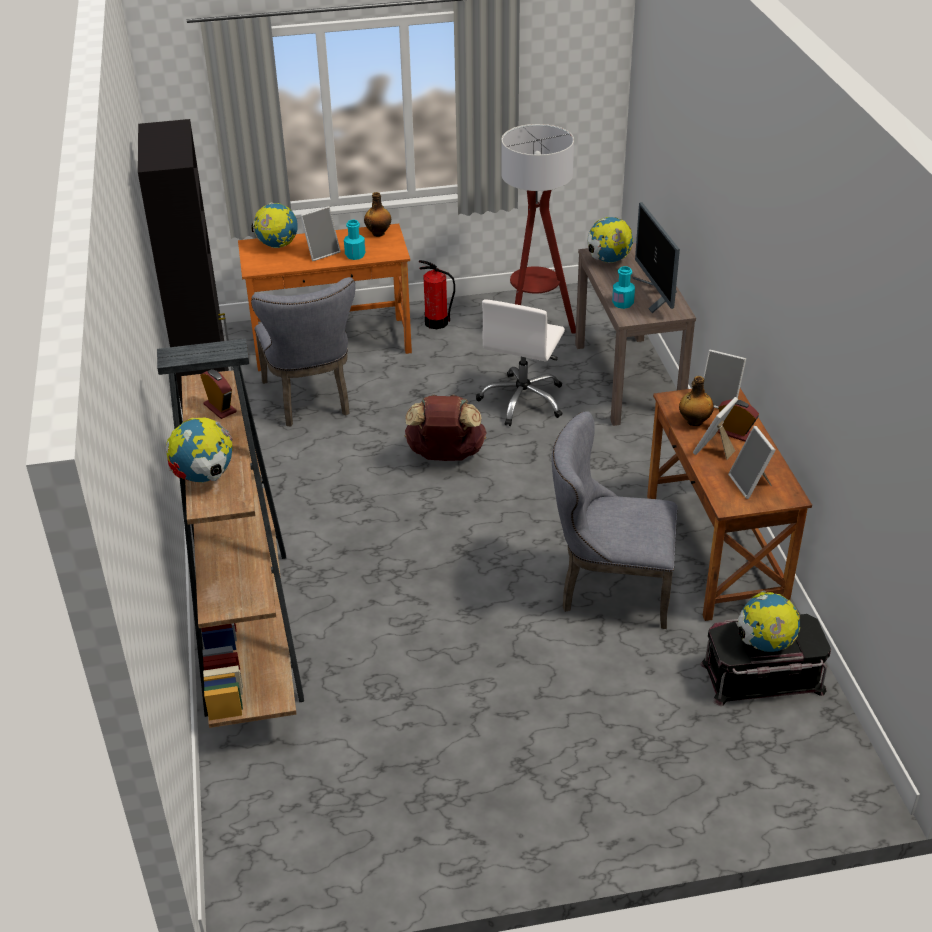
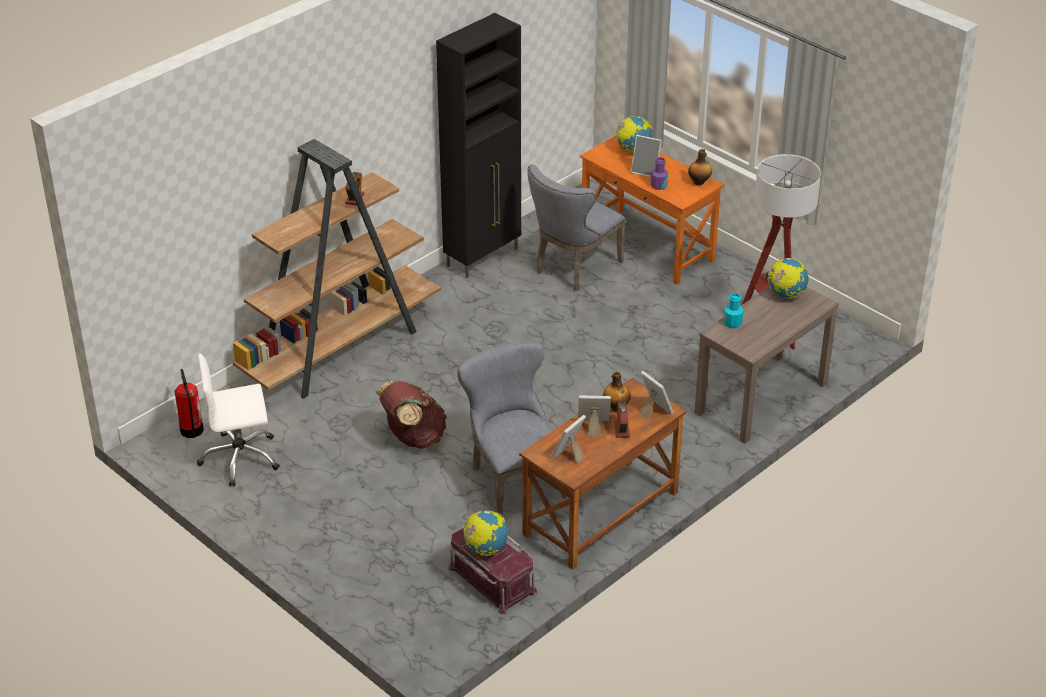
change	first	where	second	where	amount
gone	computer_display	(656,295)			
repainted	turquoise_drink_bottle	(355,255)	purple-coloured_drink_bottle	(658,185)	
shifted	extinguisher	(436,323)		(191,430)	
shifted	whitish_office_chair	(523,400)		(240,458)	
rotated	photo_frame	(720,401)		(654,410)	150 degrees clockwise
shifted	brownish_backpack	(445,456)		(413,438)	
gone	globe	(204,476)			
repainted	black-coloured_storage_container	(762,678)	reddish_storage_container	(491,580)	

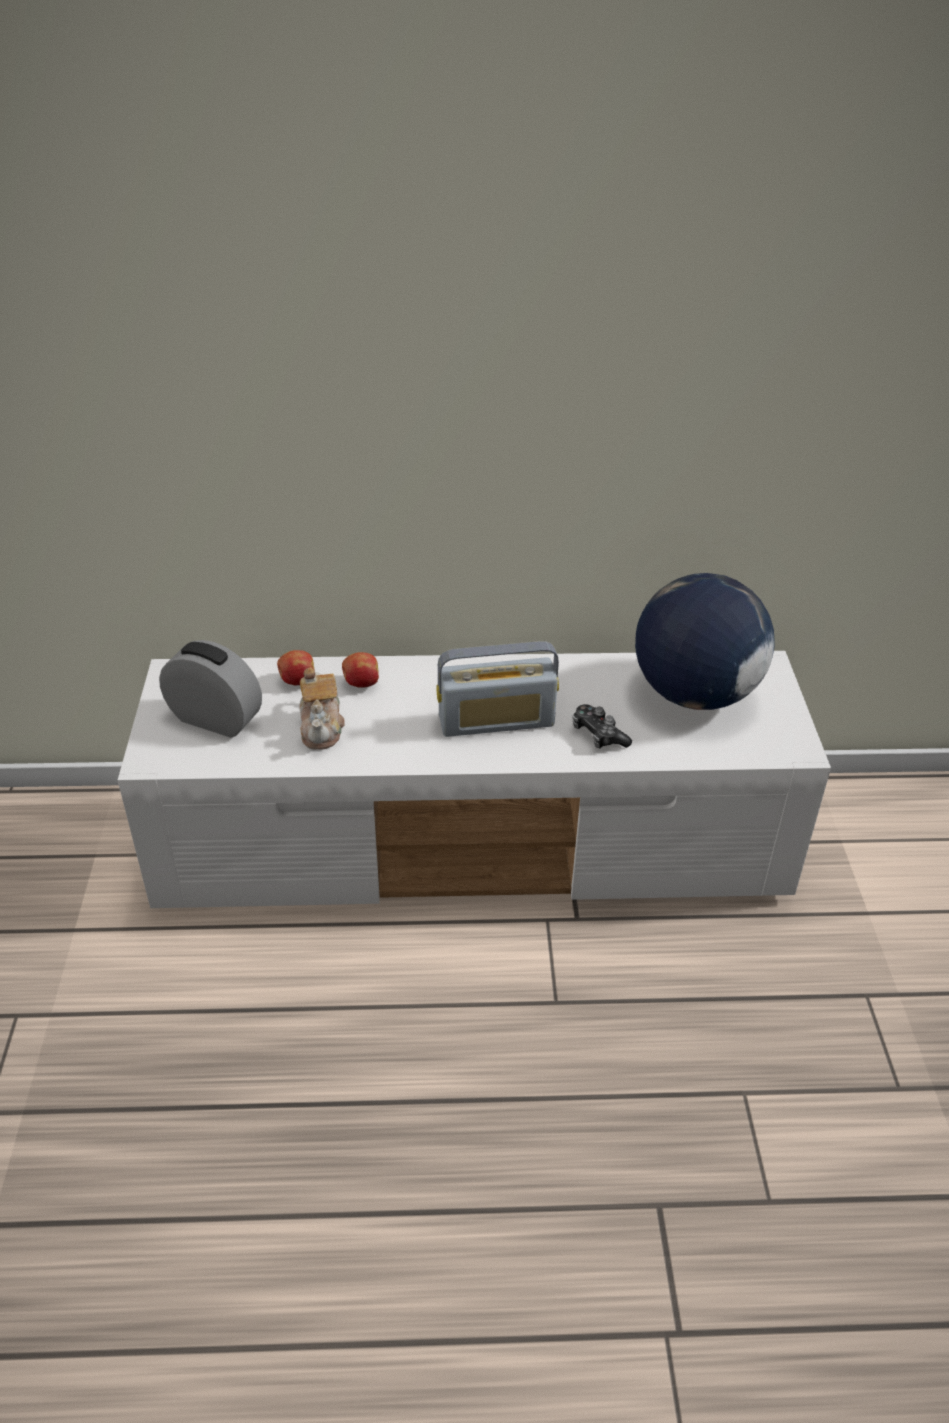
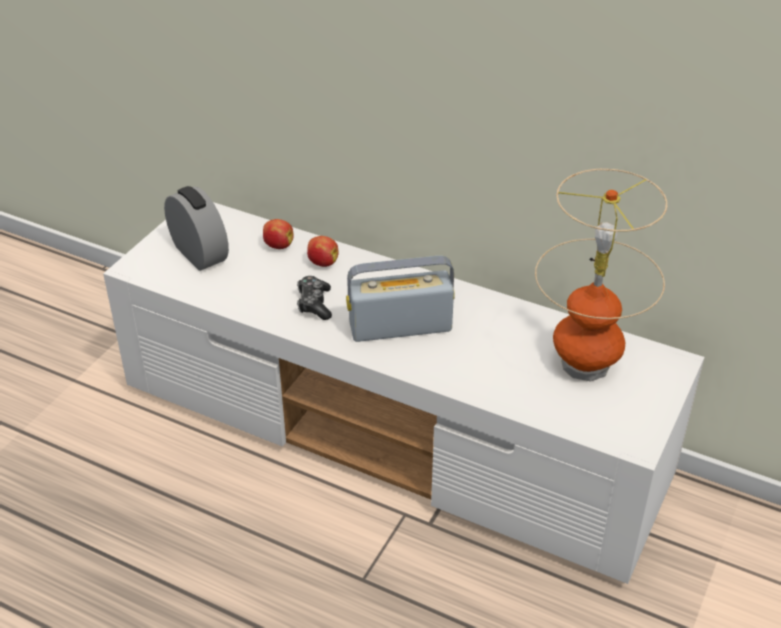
change	first	where	second	where	amount
swapped	globe	(694,694)	table_lamp	(584,364)	
rotated	radio_set	(496,721)		(400,327)	150 degrees clockwise
gone	teapot	(322,727)			
shifted	gamepad	(598,734)		(314,304)	

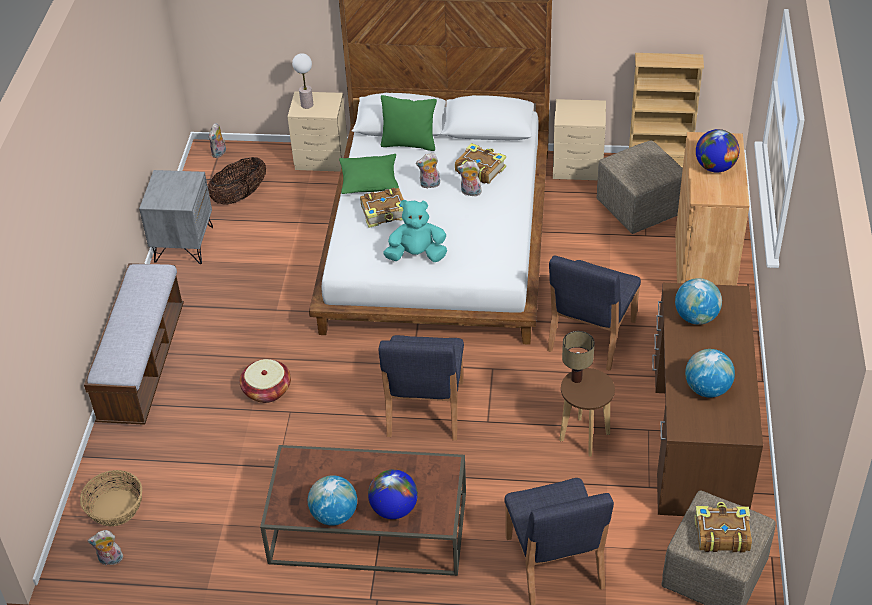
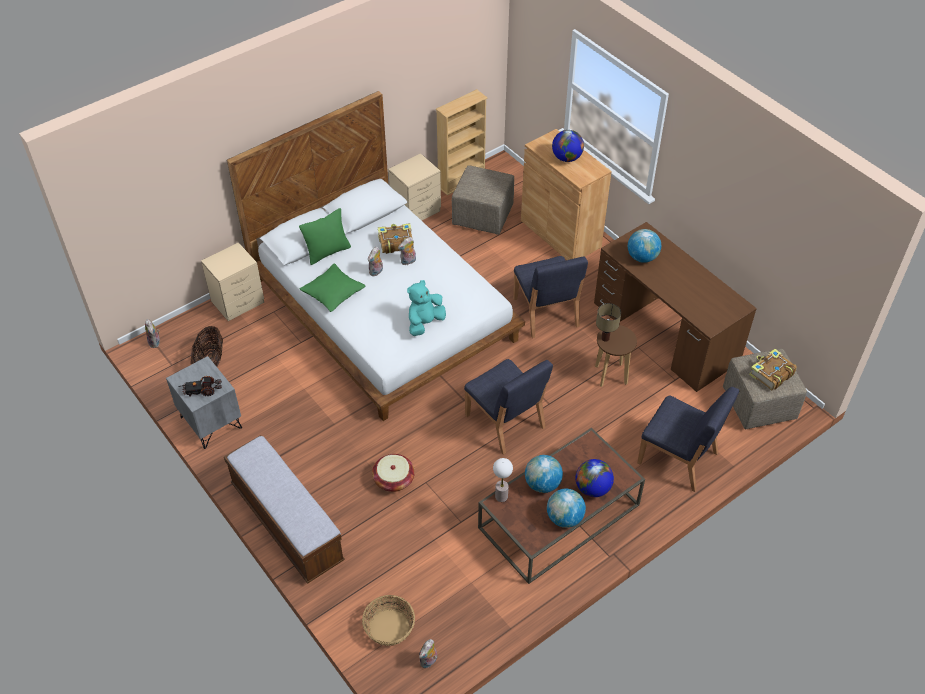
change	first	where	second	where	amount
shifted	table_lamp	(307,104)		(501,496)	
gone	bound_book	(385,213)			
shifted	globe	(707,389)		(542,484)	
new			model_truck	(202,390)	

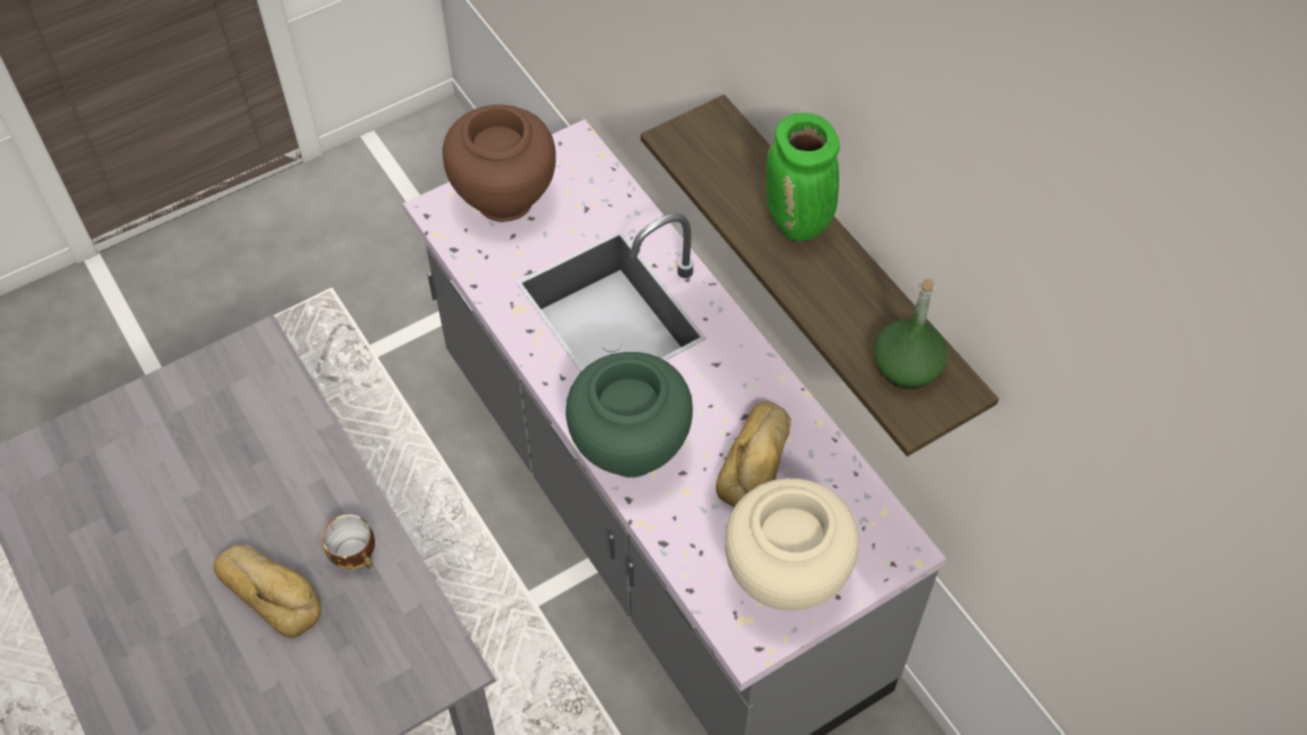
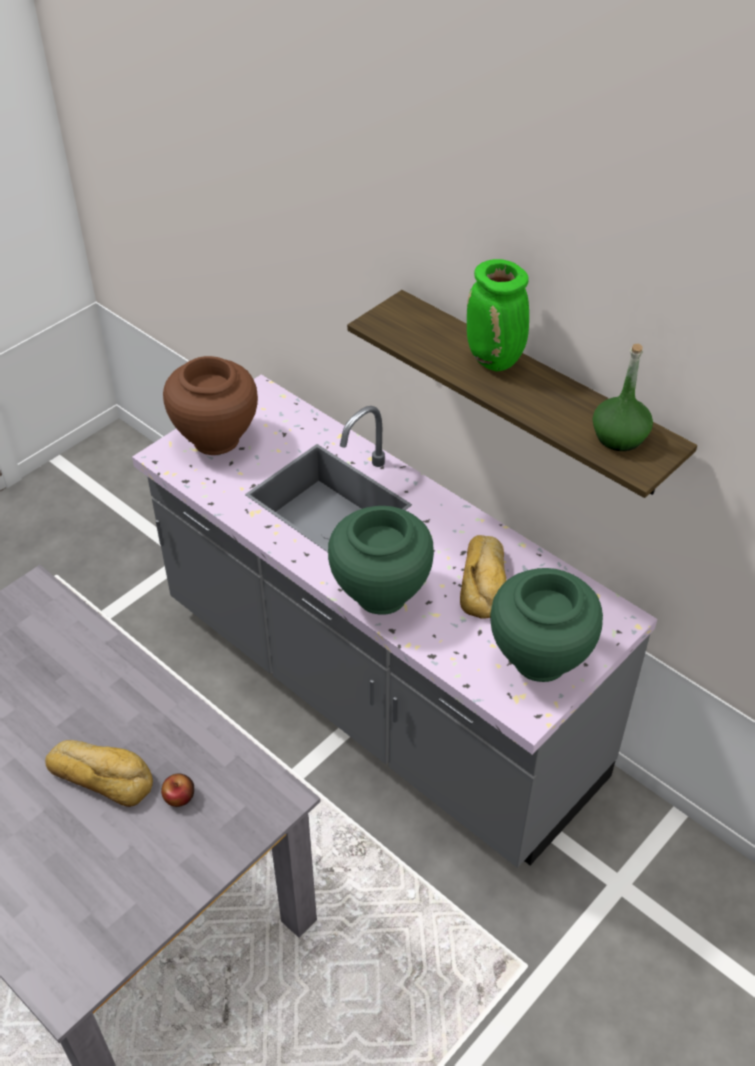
change	first	where	second	where	amount
repainted	sand-coloured_flower_vase	(785,578)	greenish_flower_vase	(539,660)	
gone	small_cup	(356,554)			
new			apple_fruit	(179,797)	

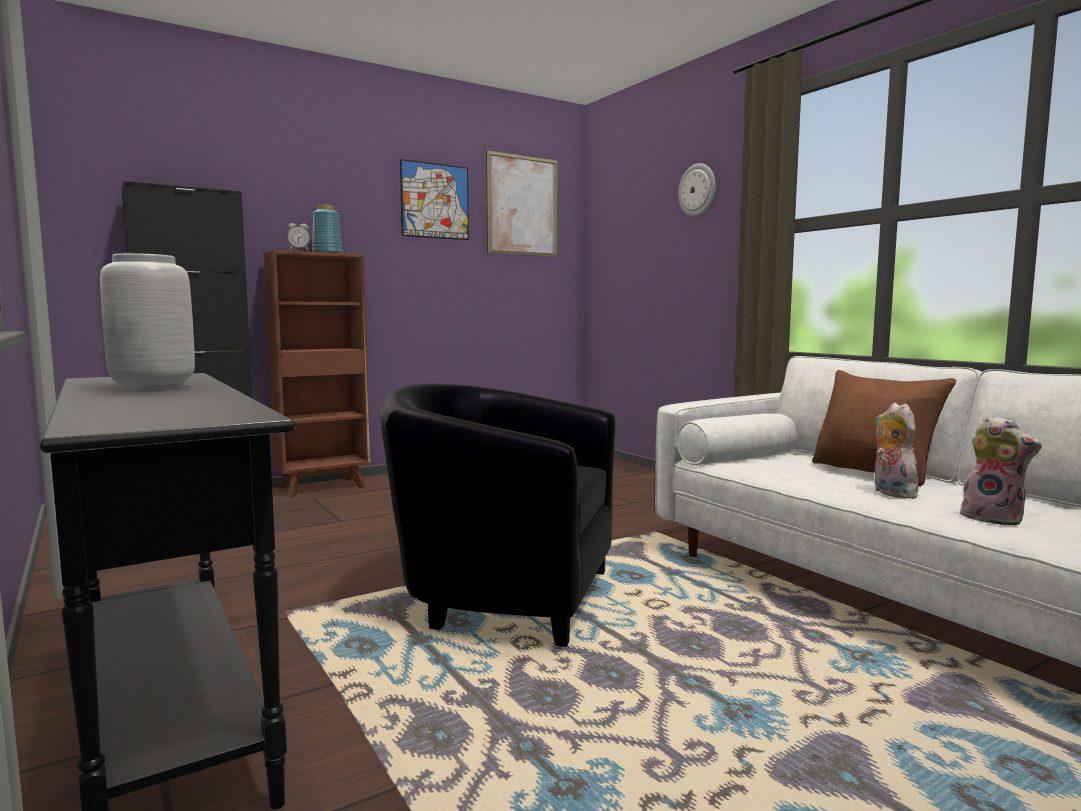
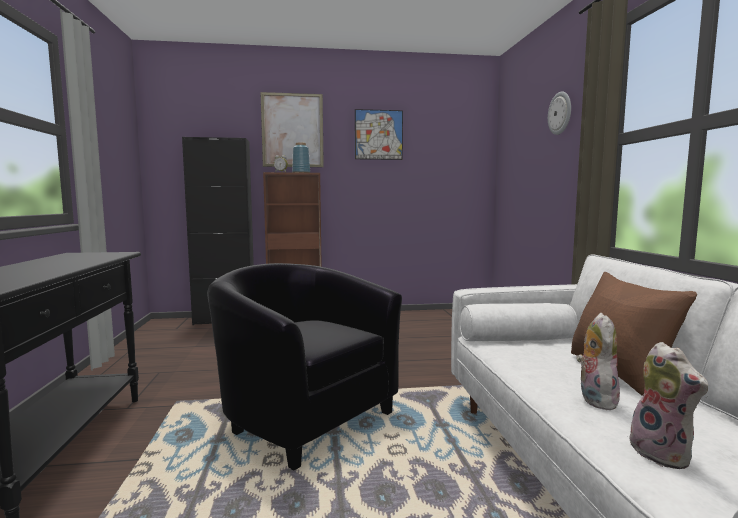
change	first	where	second	where	amount
shifted	wall_picture	(522,205)		(292,130)	
gone	greyish_flower_vase	(151,387)			

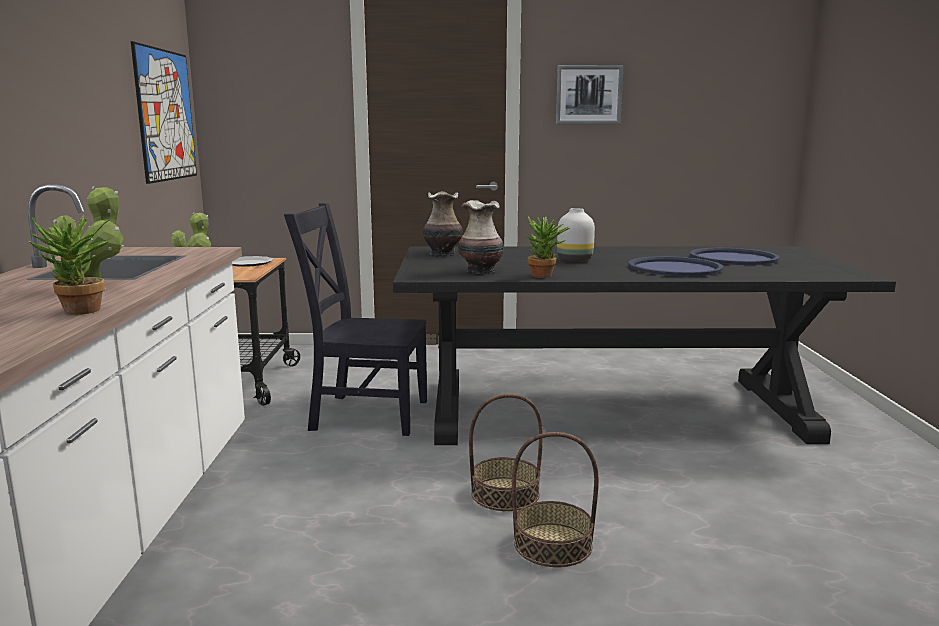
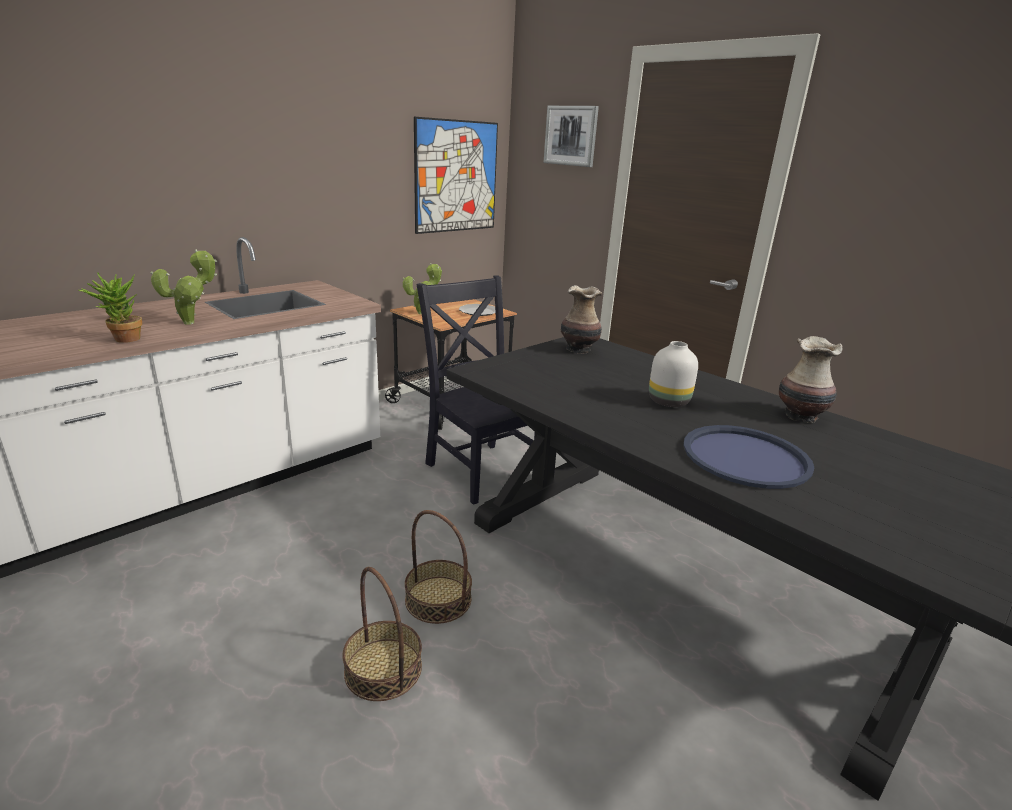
change	first	where	second	where	amount
shifted	wall_picture	(588,95)		(571,136)	
shifted	flower_vase	(481,271)		(801,416)	
gone	potted_plant	(545,276)			
gone	bluish_serving_tray	(733,258)			

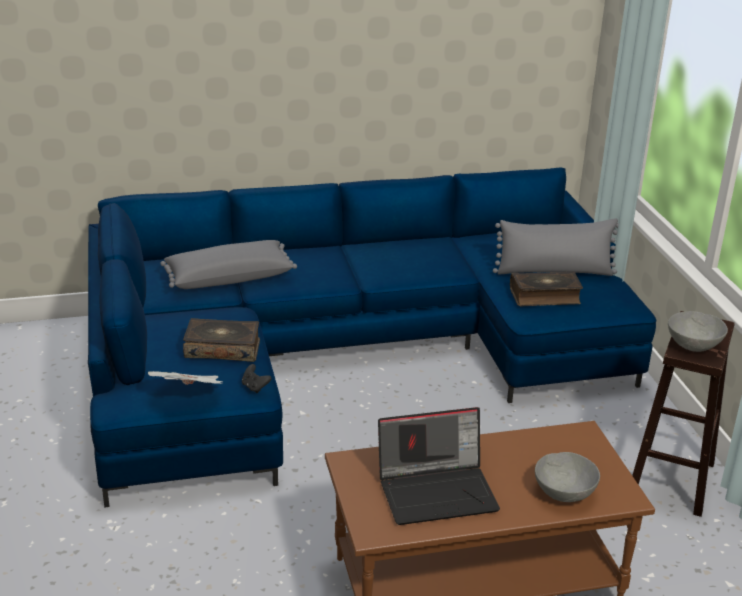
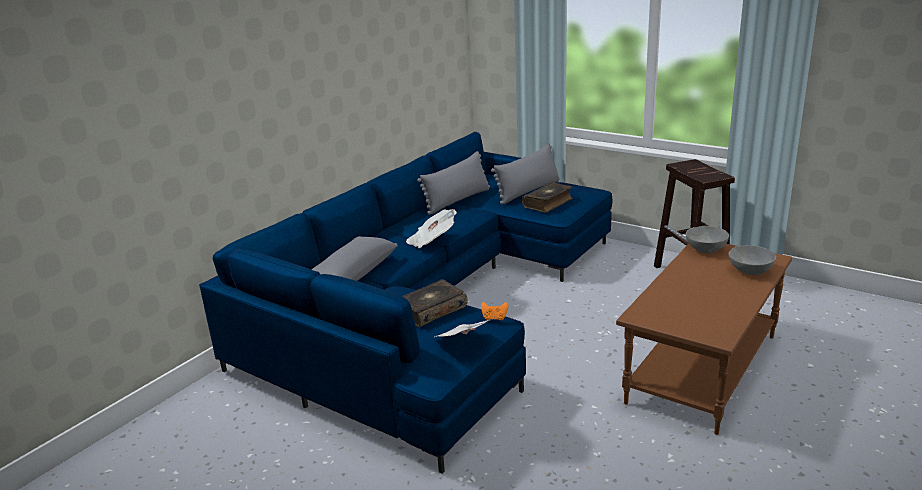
change	first	where	second	where	amount
shifted	greyish_bowl	(693,345)		(705,249)	
repainted	black-coloured_gamepad	(255,387)	orange_gamepad	(494,318)	
gone	portable_computer	(438,491)			
new			greyish_throw_pillow	(457,200)	
new			printed_paper	(431,241)	

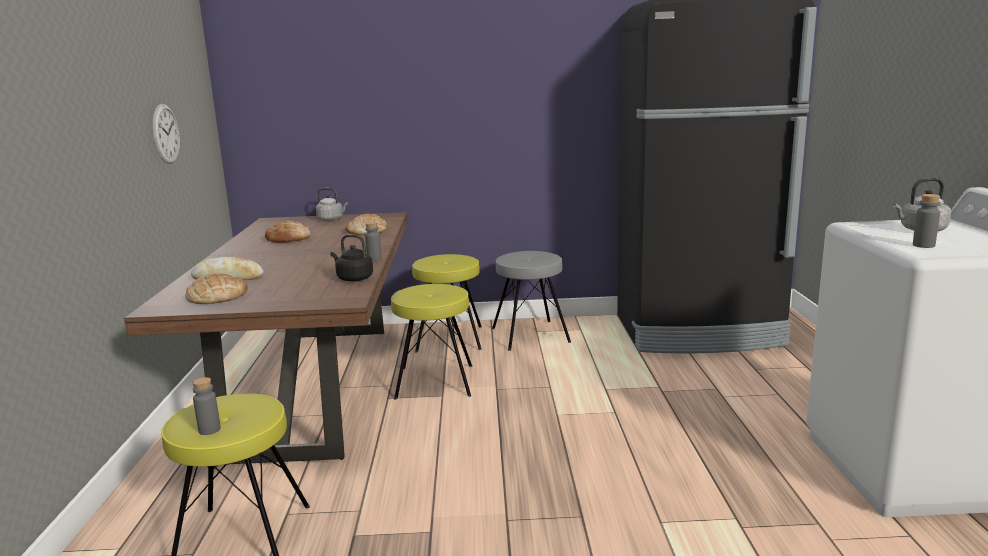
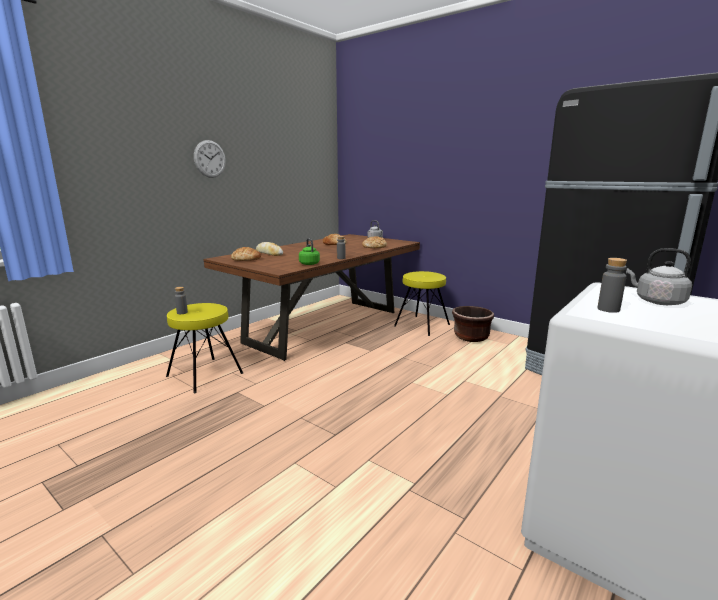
change	first	where	second	where	amount
shifted	hanging_clock	(166,134)		(210,159)	
repainted	black-coloured_water_kettle	(353,278)	greenish_water_kettle	(309,263)	
swapped	greyish_stool_seat	(530,335)	brownish_planter	(471,337)	
gone	yellow-coloured_stool_seat	(435,381)			

